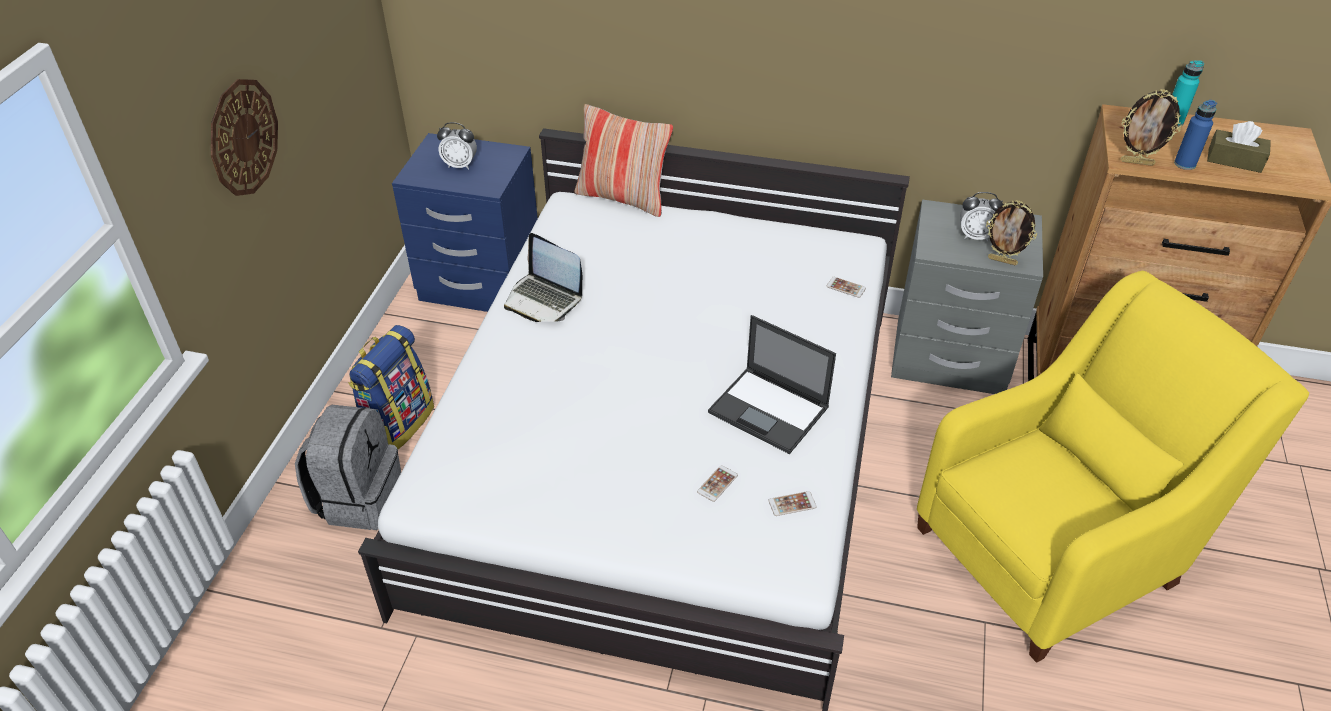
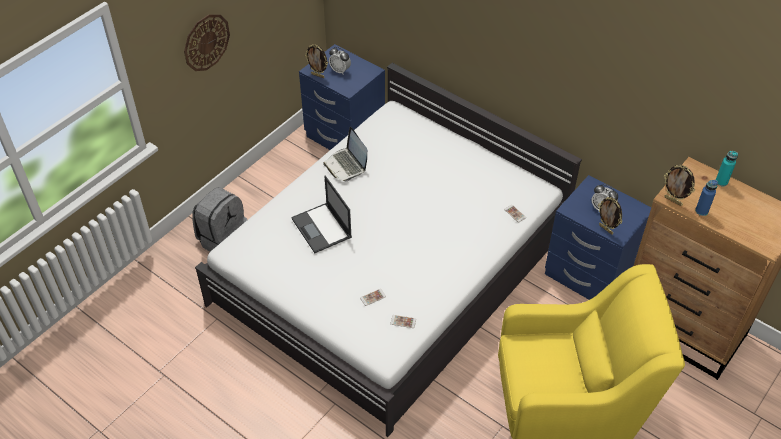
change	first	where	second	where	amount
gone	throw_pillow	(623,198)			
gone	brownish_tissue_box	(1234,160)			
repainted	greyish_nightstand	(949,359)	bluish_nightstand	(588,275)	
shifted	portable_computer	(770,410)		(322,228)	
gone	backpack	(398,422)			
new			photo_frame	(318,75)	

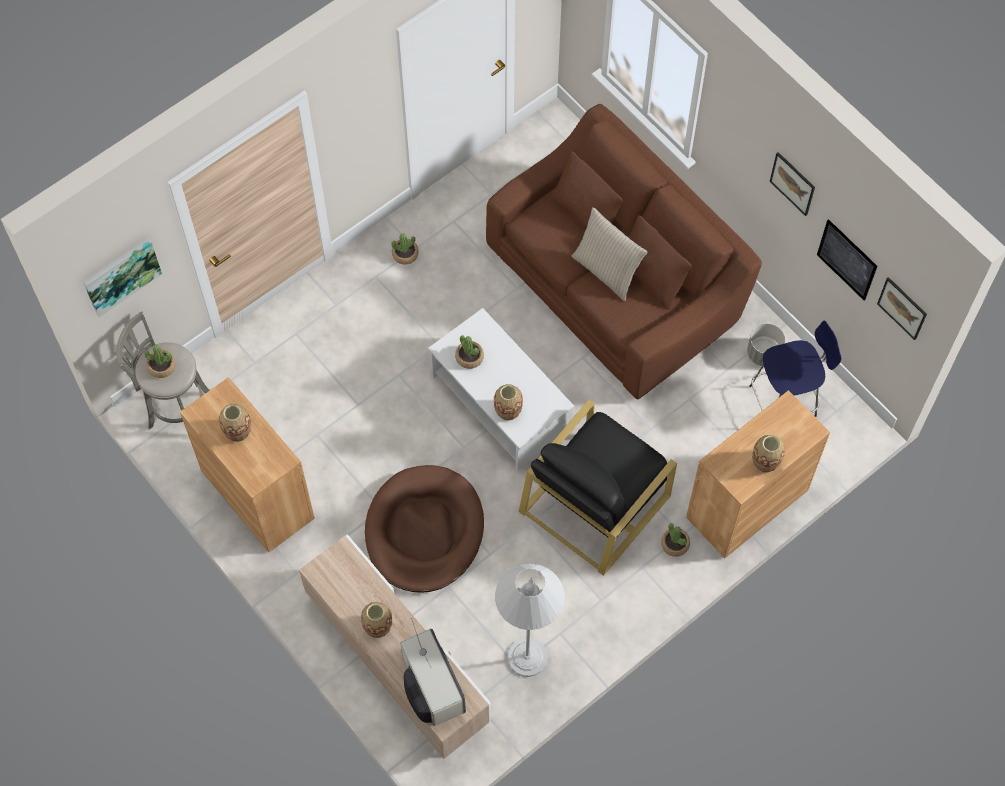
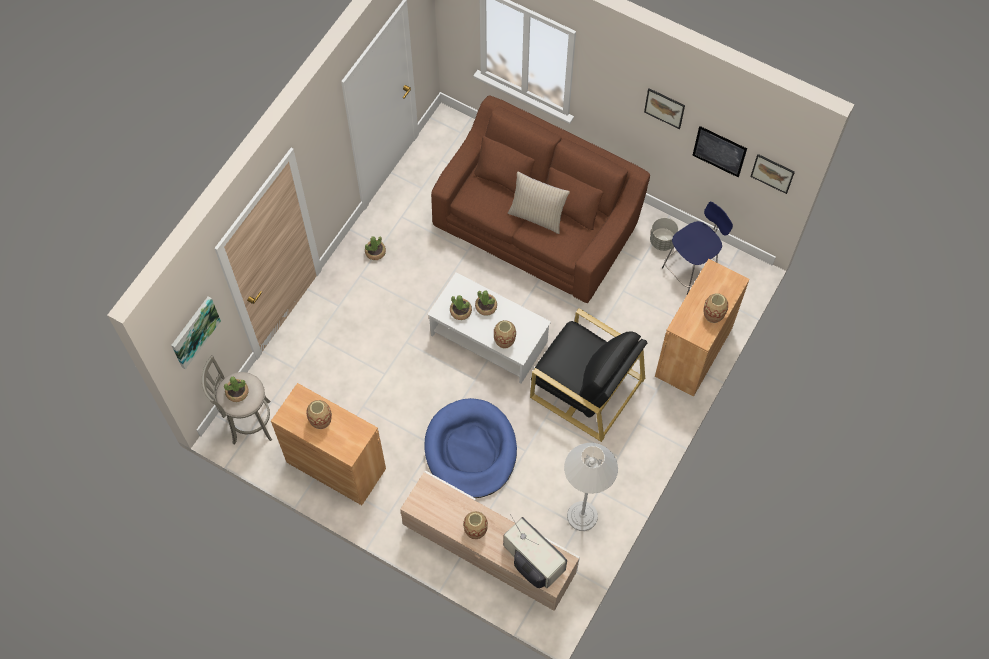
change	first	where	second	where	amount
rotated	black-coloured_easy_chair	(595,502)		(586,387)	75 degrees counterclockwise
repainted	brownish_dog_cushion	(424,531)	bluish_dog_cushion	(471,450)	
shifted	potted_plant	(675,544)		(486,306)	

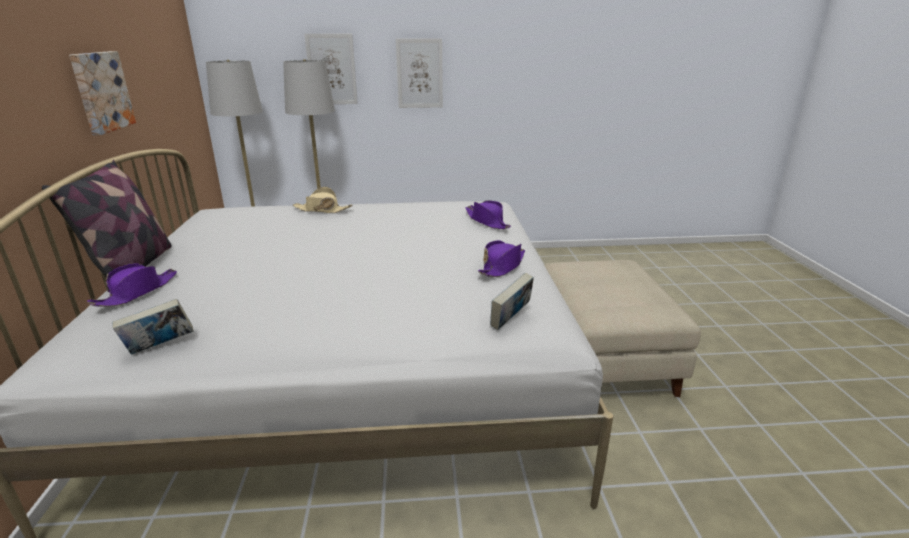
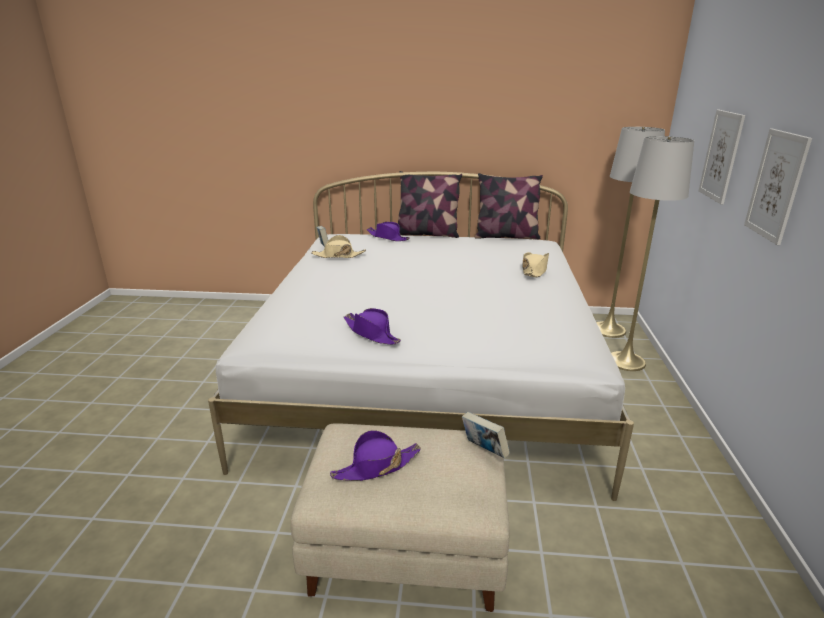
change	first	where	second	where	amount
gone	wall_picture	(100,91)			
shifted	purple-coloured_wearable_hat	(487,221)		(376,467)	
shifted	bound_book	(510,320)		(484,450)	
new			throw_pillow	(506,236)	
new			sand-coloured_wearable_hat	(338,255)	

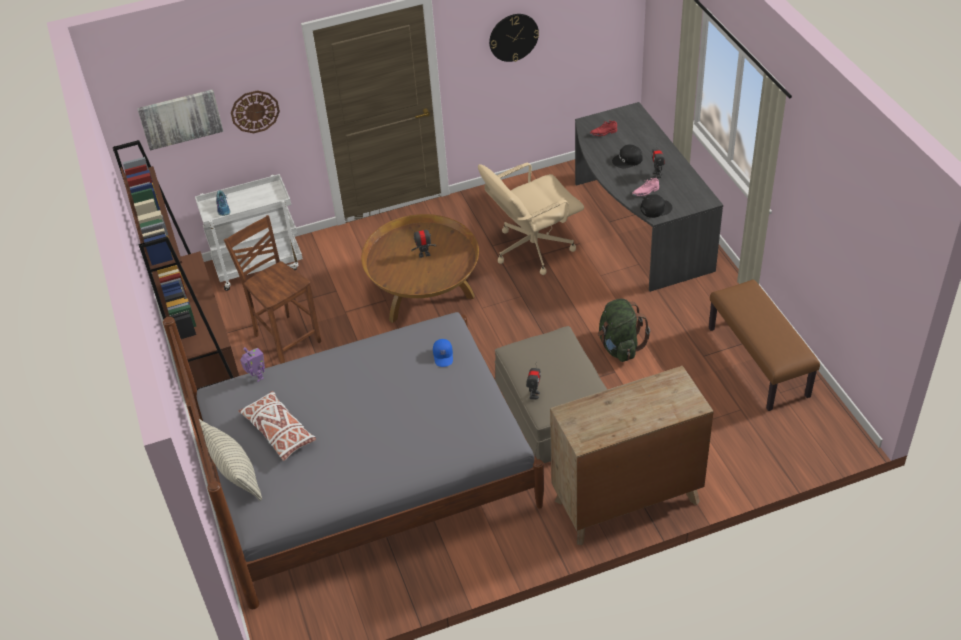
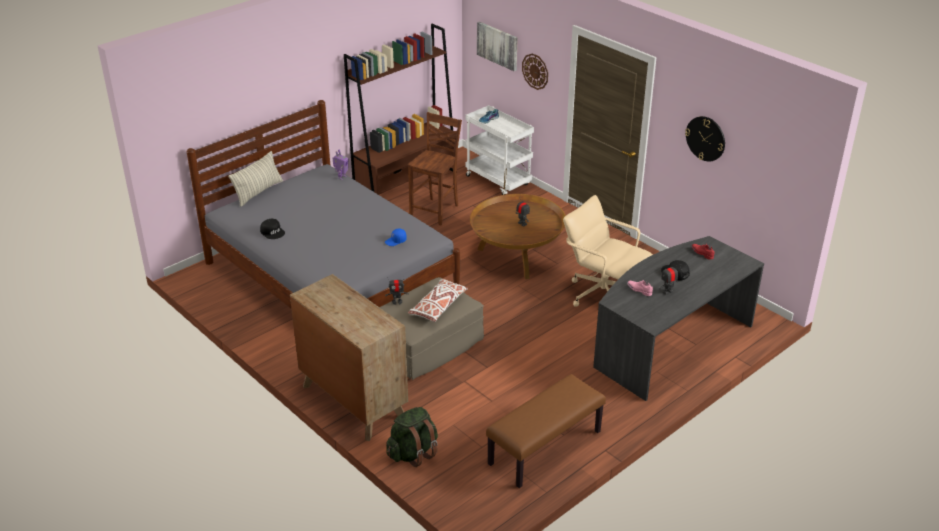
change	first	where	second	where	amount
shifted	black-coloured_cap	(655,208)		(273,232)	
shifted	greenish_backpack	(619,347)		(413,453)	
shifted	whitish_throw_pillow	(279,432)		(438,306)	

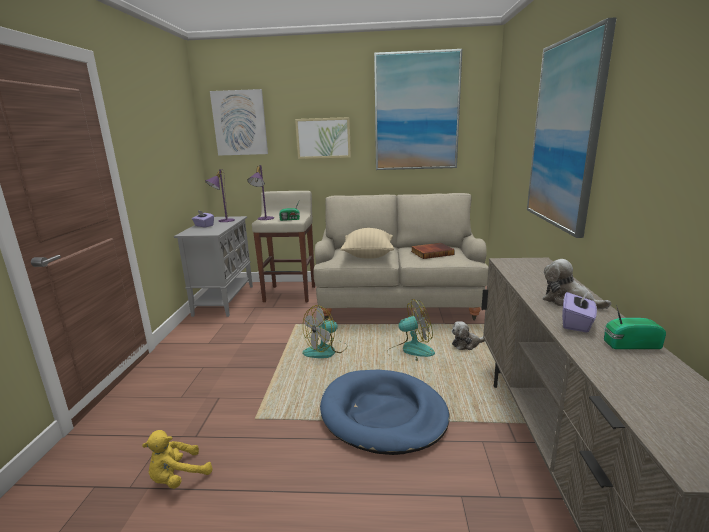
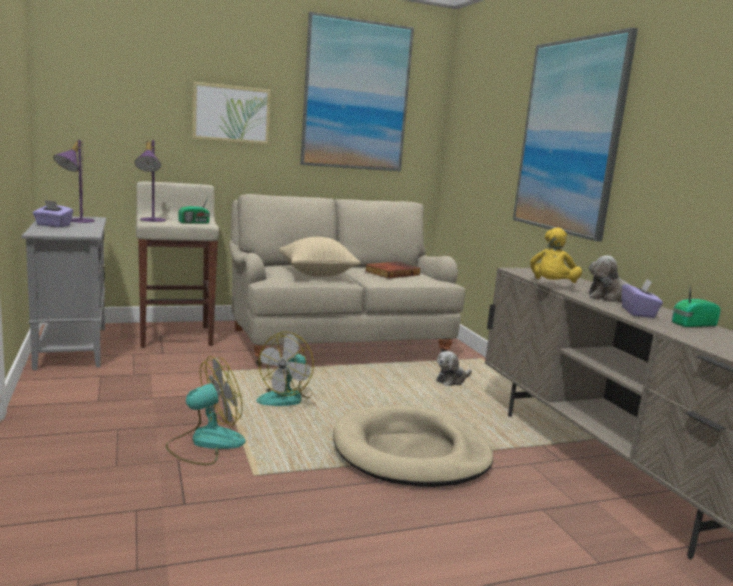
change	first	where	second	where	amount
gone	wall_picture	(240,123)			
shifted	electric_fan	(410,352)		(205,443)	
repainted	bluish_dog_cushion	(383,414)	sand-coloured_dog_cushion	(410,453)	
shifted	yellow-coloured_plush_toy	(178,478)		(552,286)	

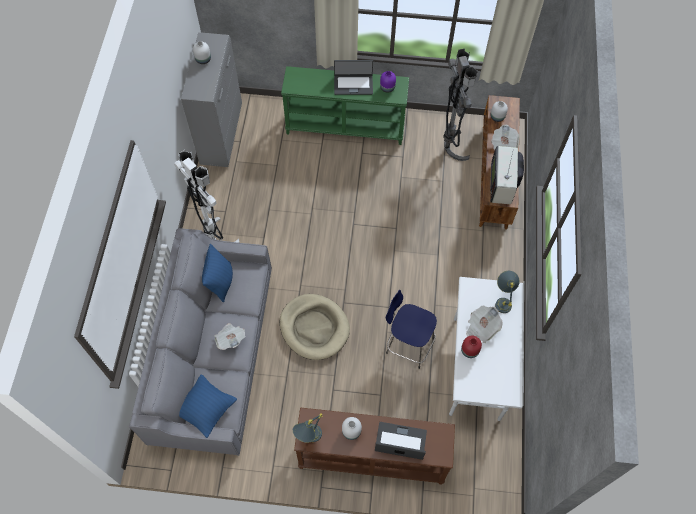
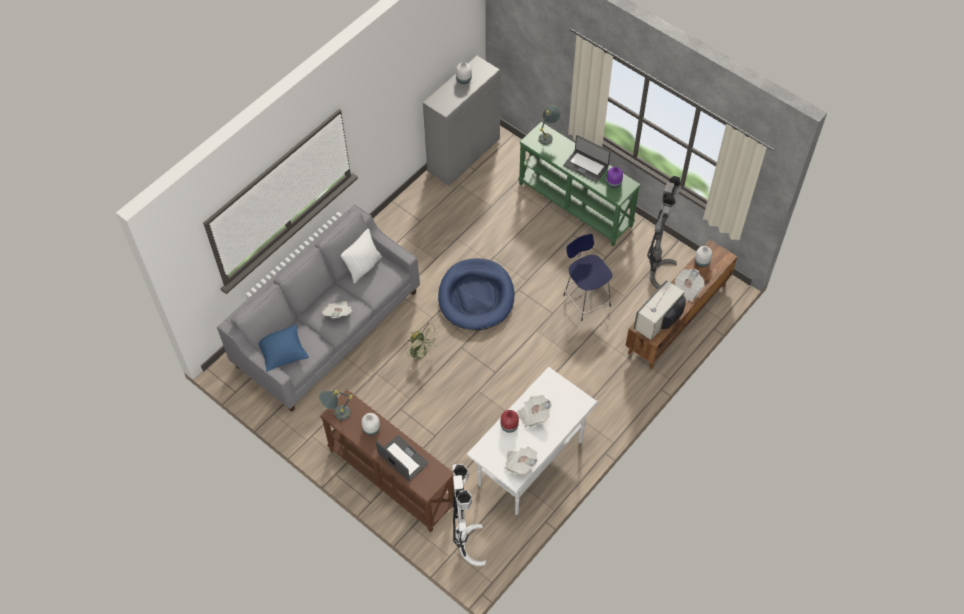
change	first	where	second	where	amount
shifted	whitish_standard_lamp	(215,239)		(465,546)	
repainted	bluish_throw_pillow	(220,282)	whitish_throw_pillow	(363,267)	
shifted	greyish_table_lamp	(502,300)		(548,135)	
shifted	bluish_stool_seat	(408,344)		(586,299)	
swapped	sand-coloured_dog_cushion	(314,328)	greenish_electric_fan	(422,353)	
new			bluish_dog_cushion	(476,296)	
new			printed_paper	(520,464)	

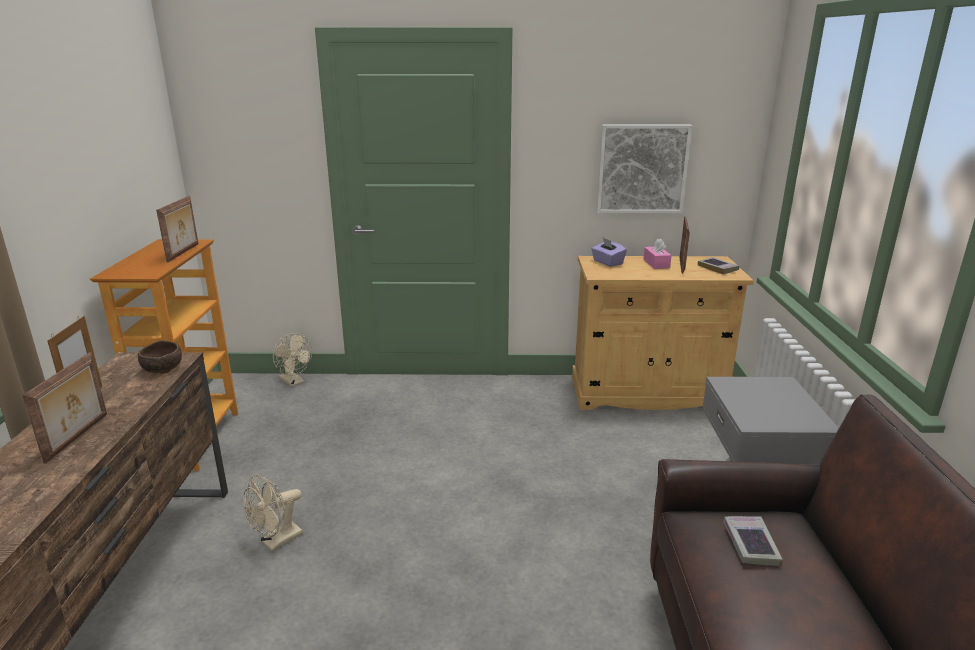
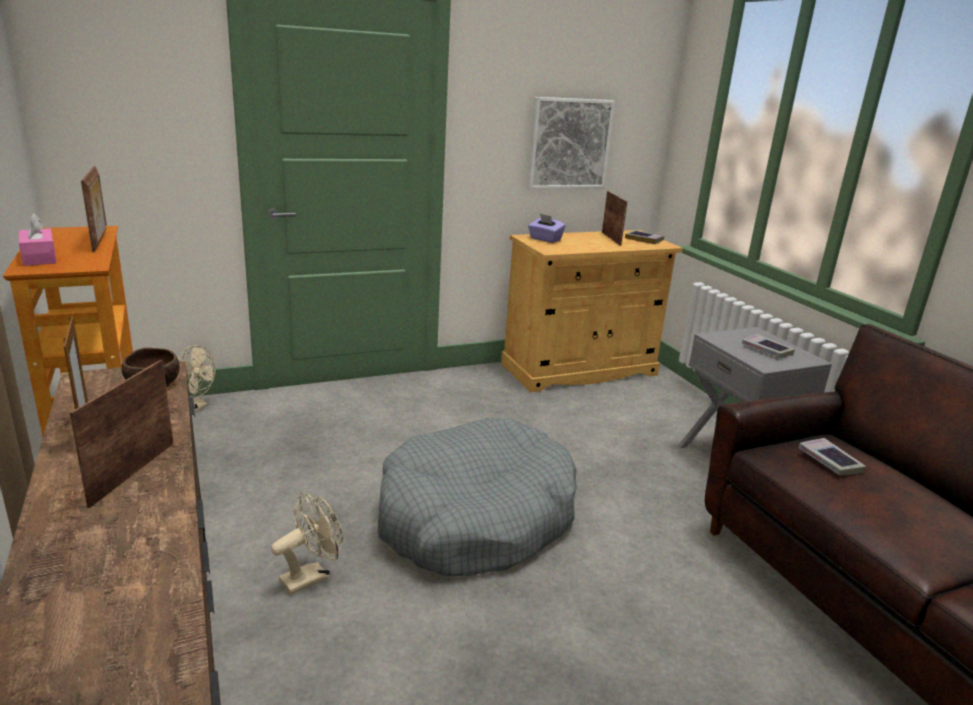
change	first	where	second	where	amount
shifted	pink_tissue_box	(656,264)		(39,257)	
rotated	photo_frame	(78,437)		(131,472)	150 degrees counterclockwise
rotated	sand-coloured_electric_fan	(276,542)		(311,576)	150 degrees counterclockwise
new			bound_book	(766,350)	
new			greyish_dog_cushion	(475,517)	

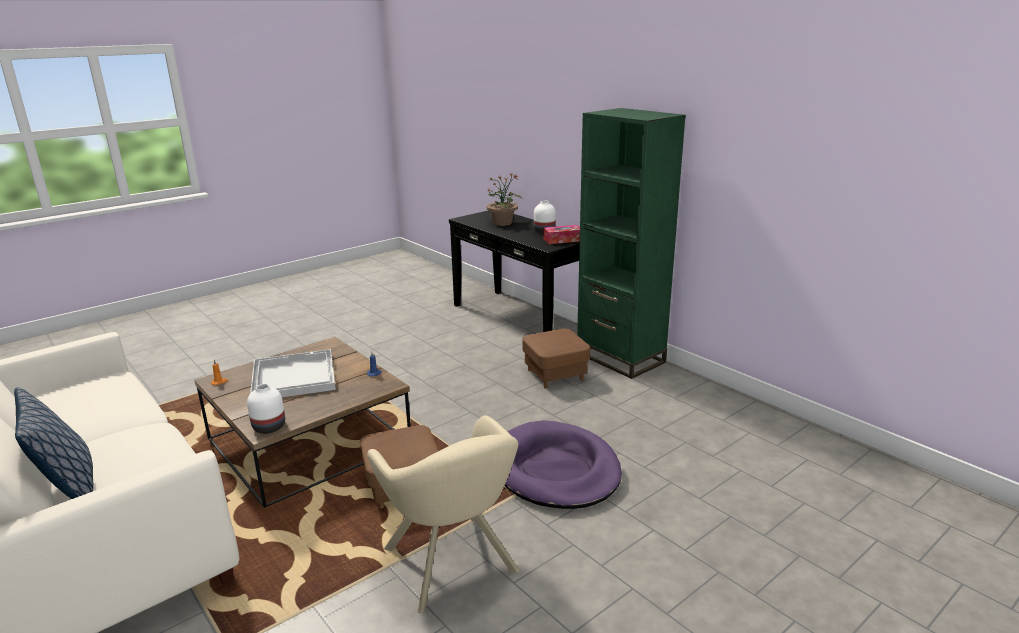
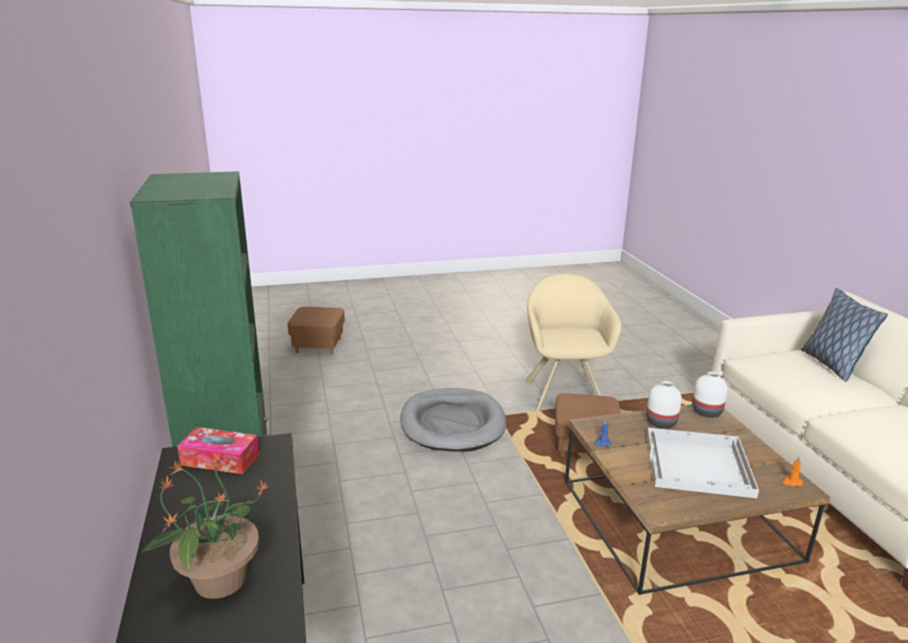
change	first	where	second	where	amount
shifted	whitish_flower_vase	(544,231)		(661,423)	
shifted	brownish_ottoman	(555,375)		(318,345)	
repainted	purple-coloured_dog_cushion	(555,470)	greyish_dog_cushion	(452,424)	

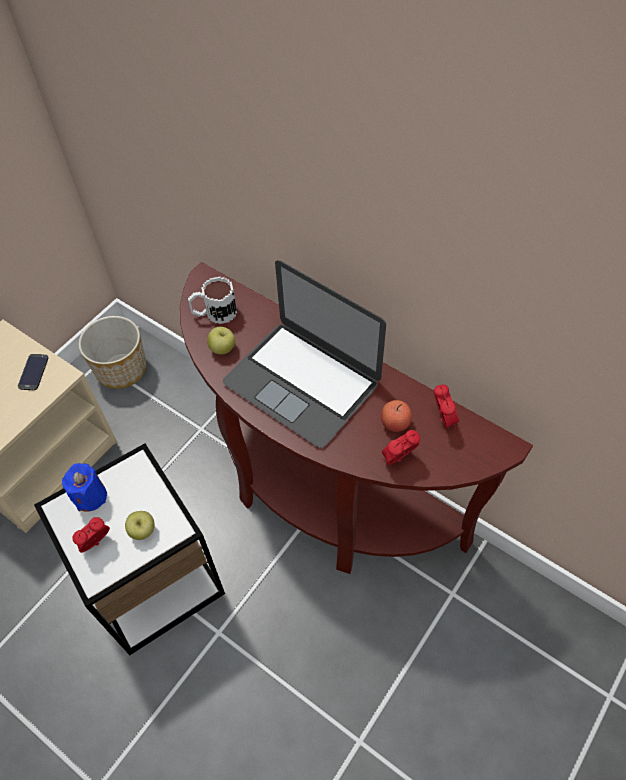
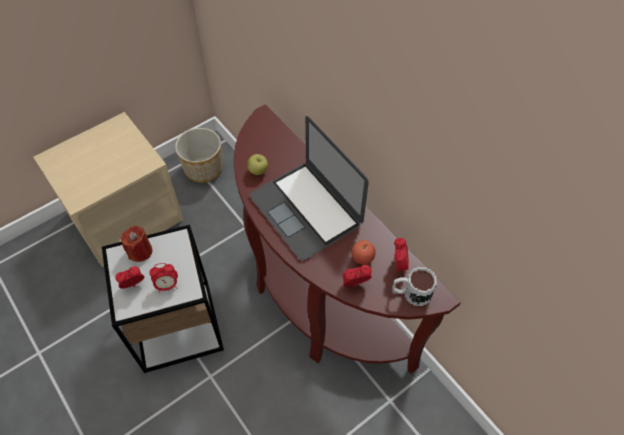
change	first	where	second	where	amount
shifted	coffee_mug	(214,313)		(411,293)	
gone	phone	(33,372)			
repainted	bluish_wax_light	(90,496)	reddish_wax_light	(140,251)	
swapped	apple_fruit	(143,531)	table_clock	(167,285)	

